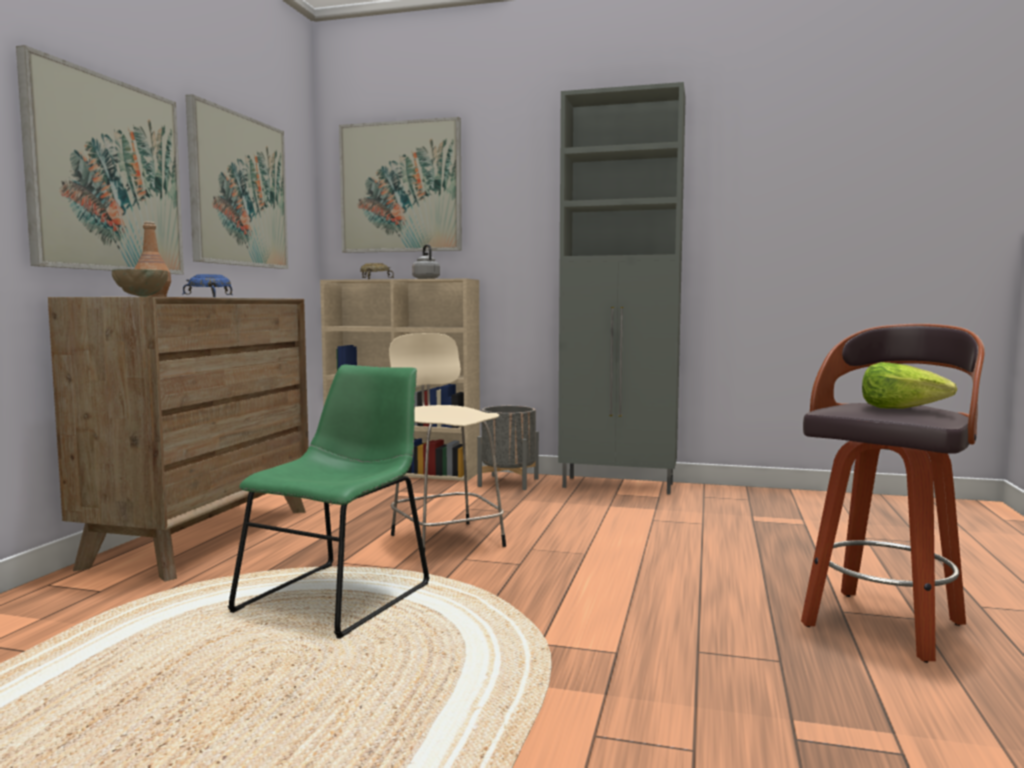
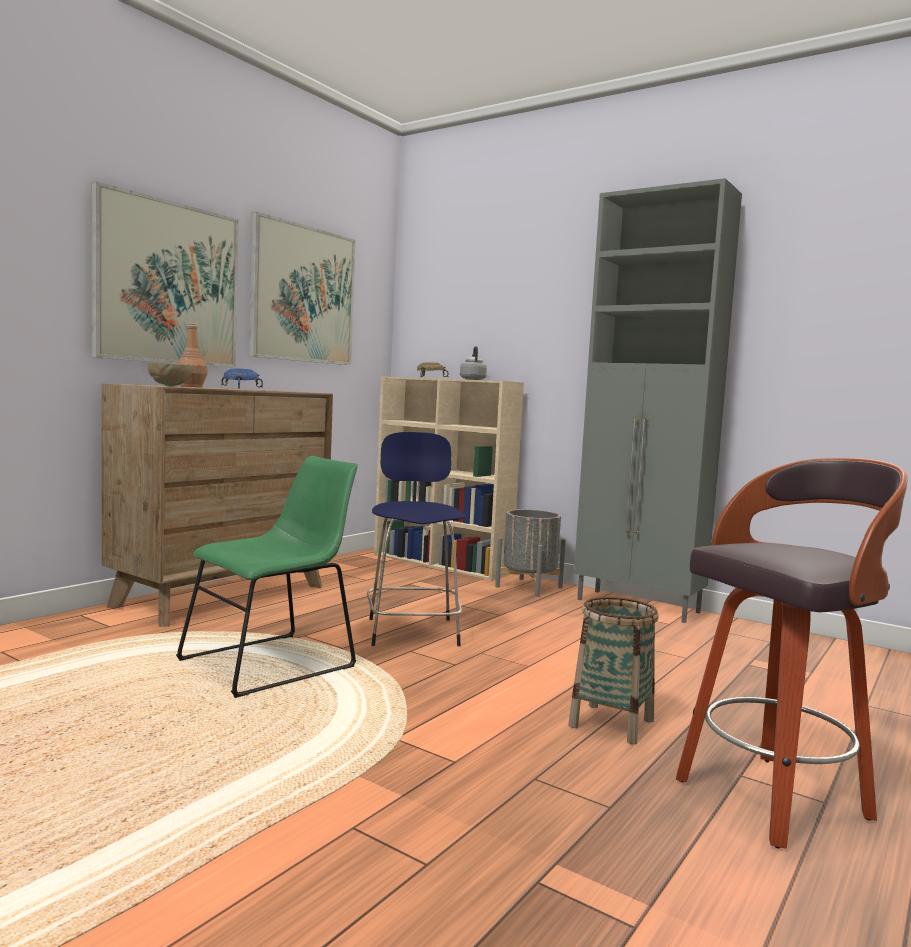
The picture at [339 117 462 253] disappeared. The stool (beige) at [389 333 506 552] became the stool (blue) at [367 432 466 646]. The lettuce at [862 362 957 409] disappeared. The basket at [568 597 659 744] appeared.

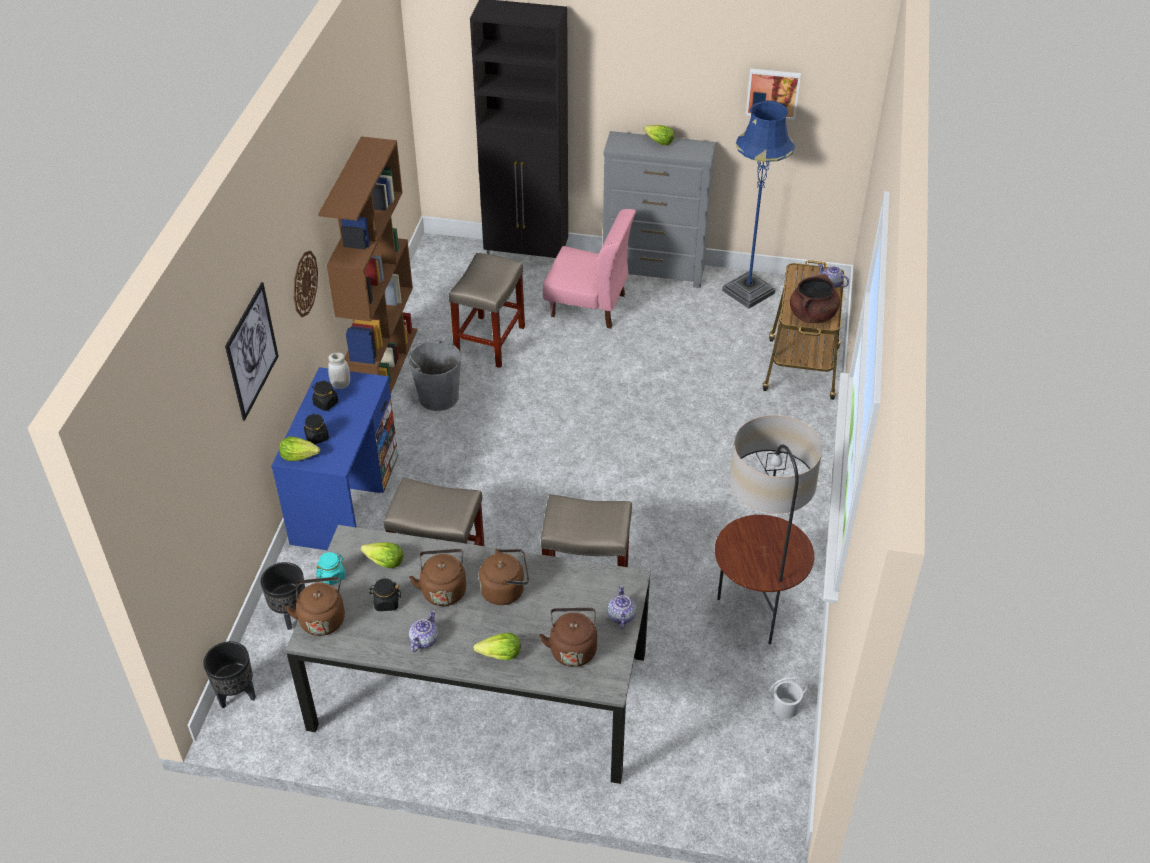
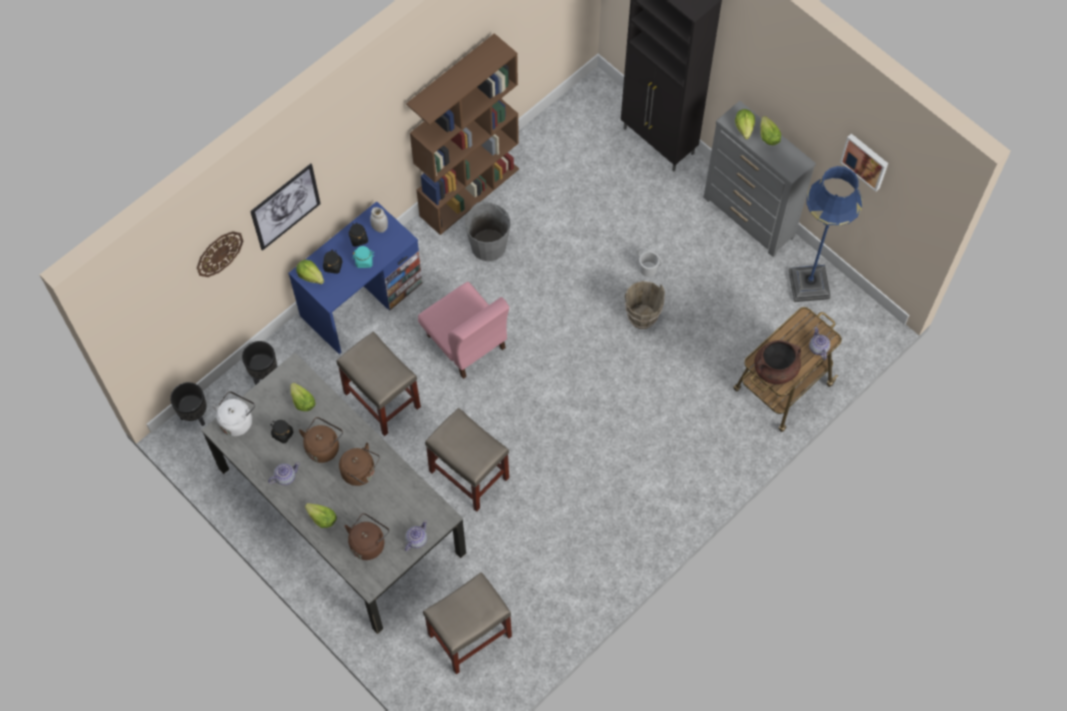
The chair (pink) moved from [543 209 636 329] to [418 281 509 379]. The wall clock moved from [294 251 318 317] to [197 231 243 277]. The stool (beige) moved from [449 253 525 368] to [423 572 512 674]. The floor lamp at [715 415 822 644] disappeared. The jar (turquoise) moved from [316 552 346 586] to [353 246 374 268]. The kettle (brown) at [285 577 345 636] became the kettle (white) at [212 391 255 436]. The bucket (white) moved from [771 677 808 719] to [638 248 662 277]. The lettuce at [735 109 755 139] appeared. The bucket (brown) at [625 281 665 329] appeared.

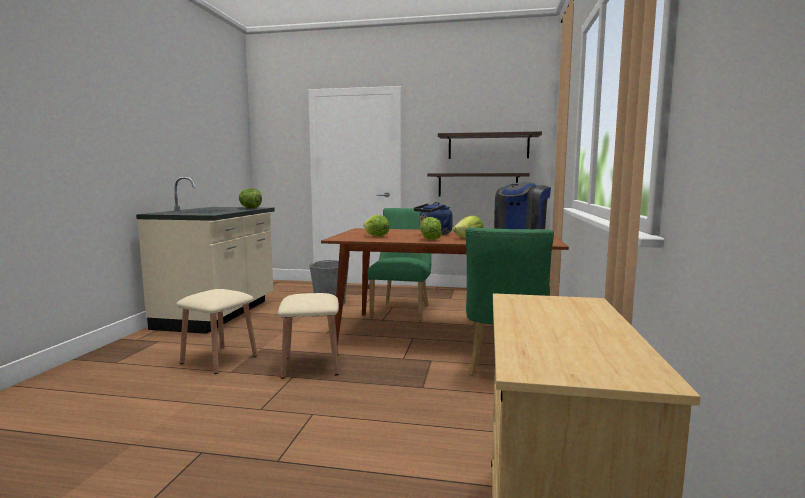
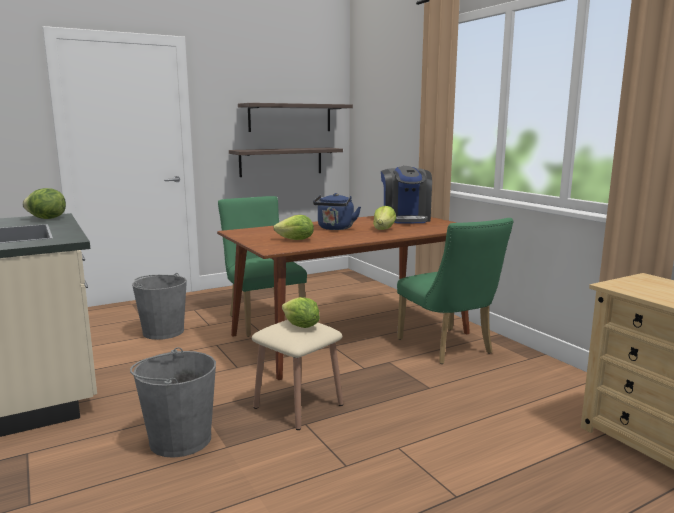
The lettuce moved from [420 217 442 240] to [282 297 320 328]. The stool (beige) at [176 289 258 374] was replaced by the bucket (grey) at [130 347 216 458].

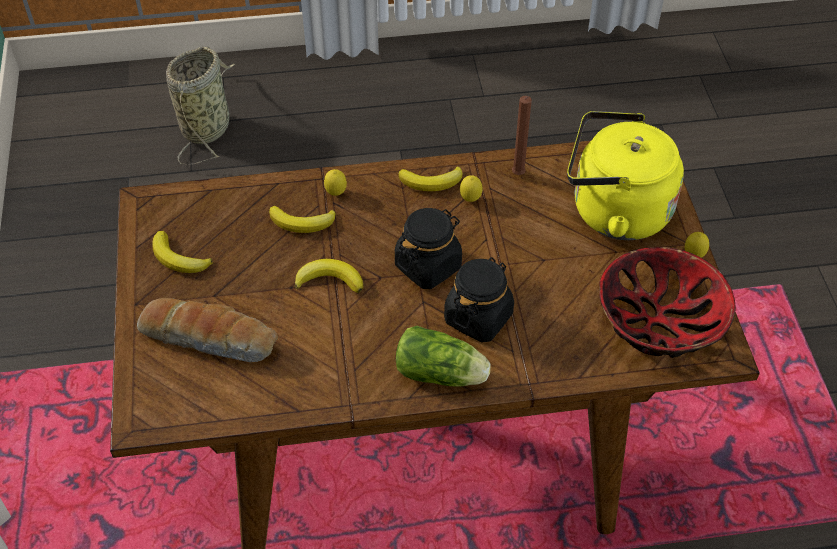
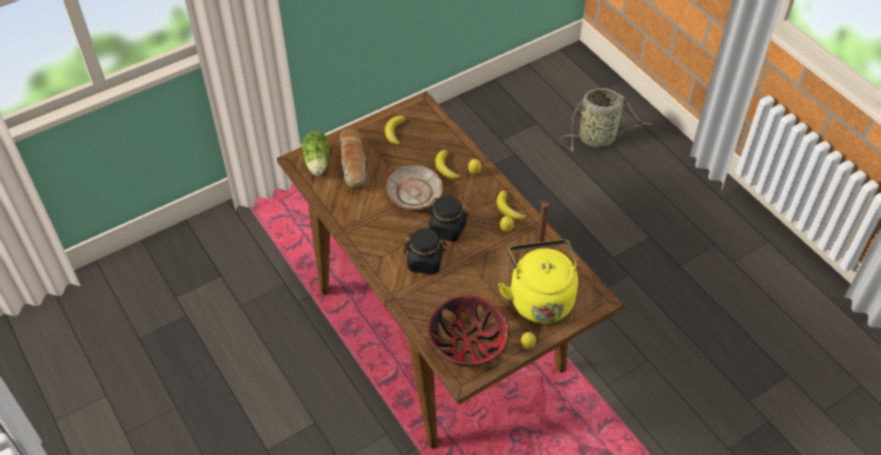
The banana at [295 259 363 293] was replaced by the plate (beige) at [387 165 443 210]. The lettuce moved from [396 326 491 386] to [301 131 329 176].

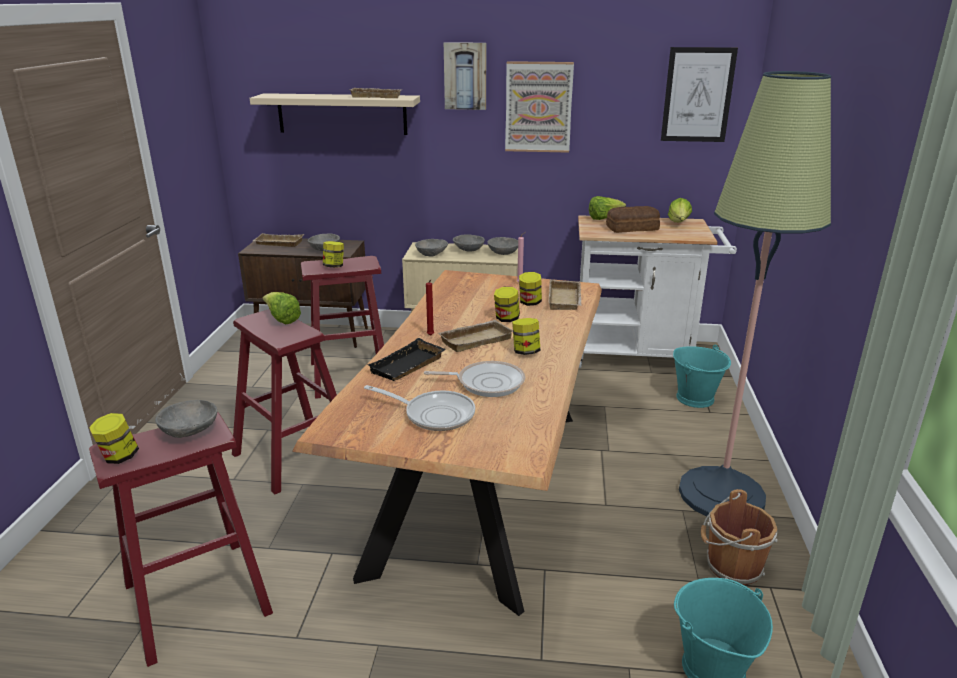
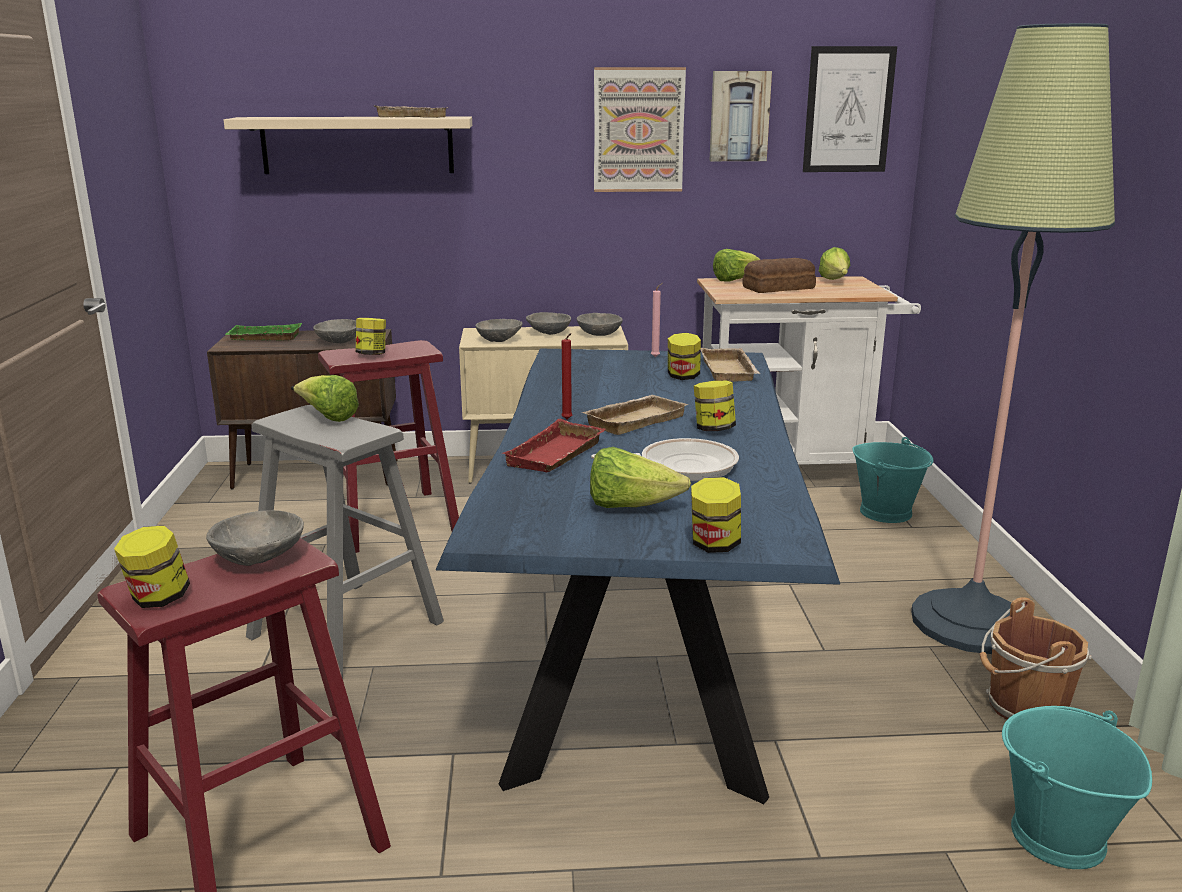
The picture moved from [444 42 486 110] to [710 71 772 161]. The tray (beige) at [253 233 304 247] became the tray (green) at [225 323 302 341]. The dining table (brown) at [292 270 602 616] became the dining table (blue) at [436 349 840 804]. The jar moved from [494 287 520 322] to [691 477 741 553]. The stool (red) at [232 309 337 494] became the stool (grey) at [246 405 444 679]. The tray (black) at [368 338 445 381] became the tray (red) at [501 419 606 472]. The frying pan at [364 385 475 431] was replaced by the lettuce at [590 447 691 508].

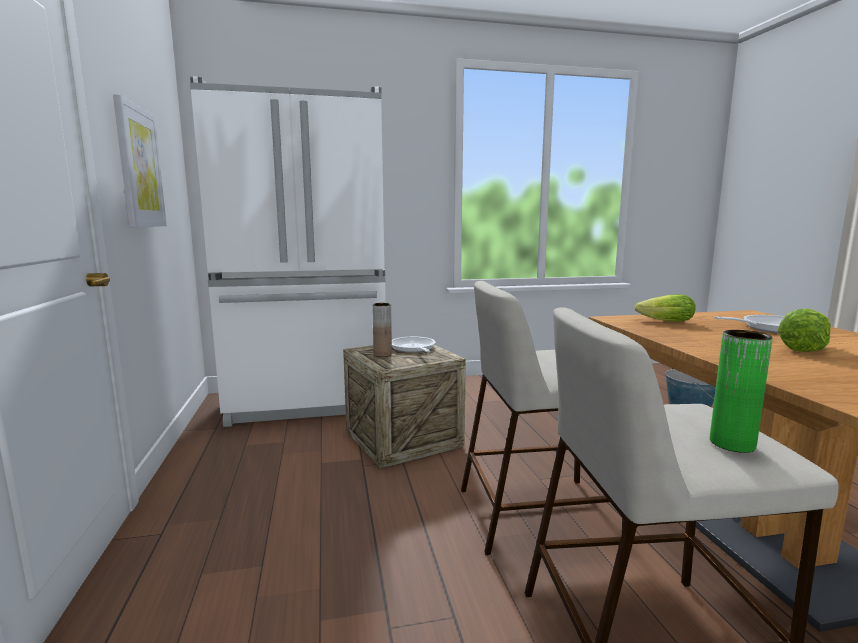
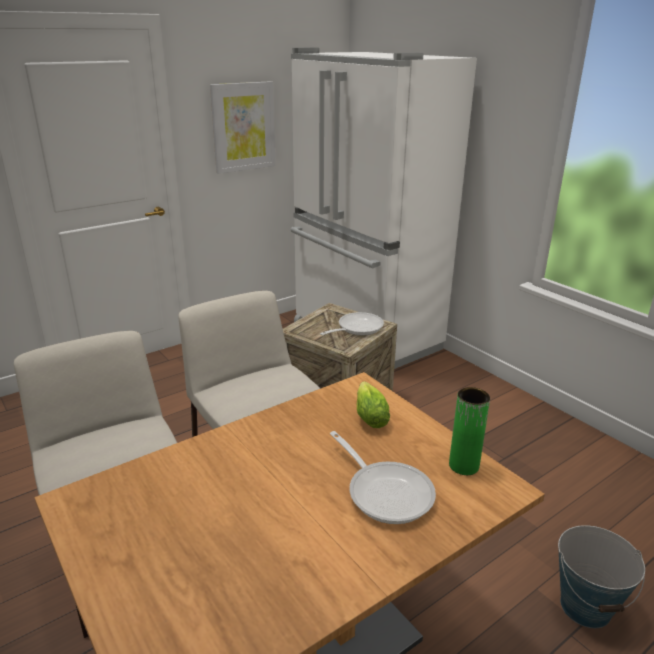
The vase (brown) at [372 303 392 357] disappeared. The lettuce at [778 309 831 352] disappeared. The vase (green) moved from [710 330 773 453] to [449 387 490 475].

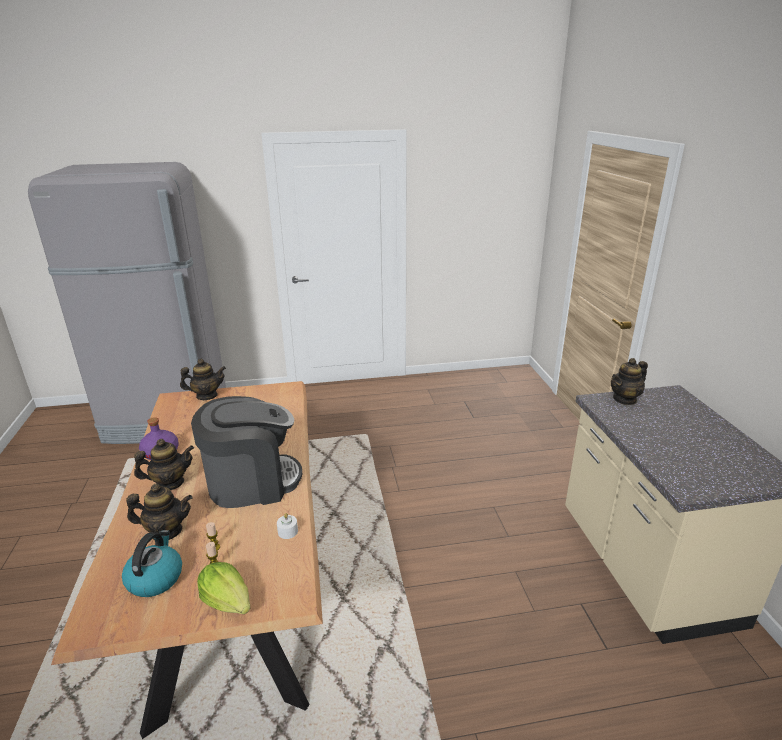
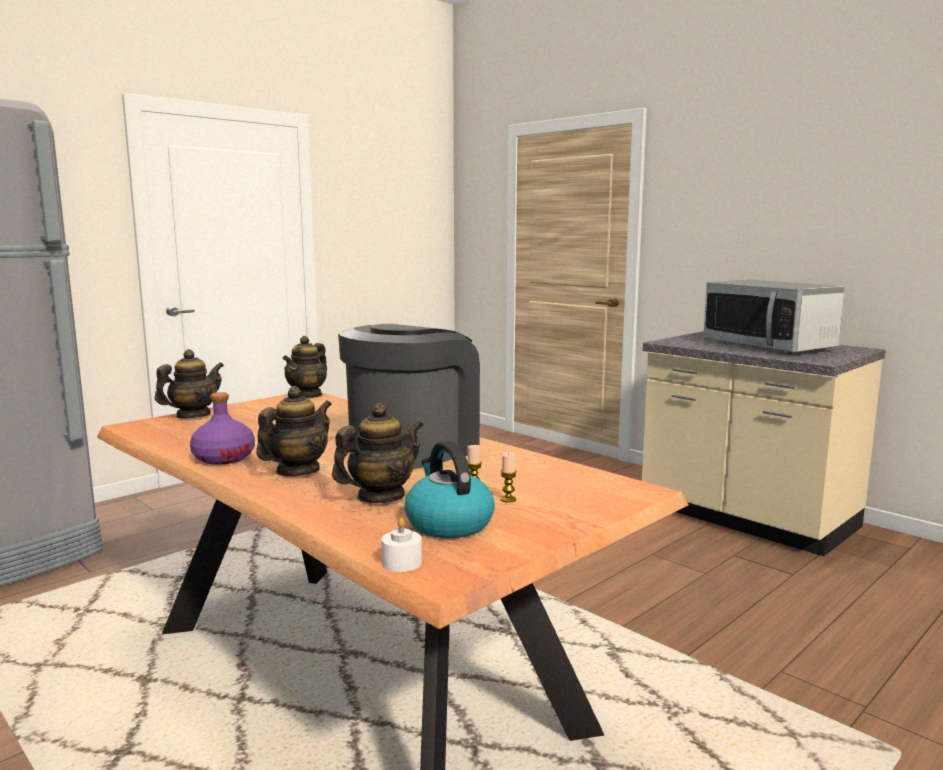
The teapot moved from [611 358 648 405] to [283 336 327 398]. The candle (white) moved from [277 513 298 539] to [381 517 422 572]. The lettuce at [197 562 250 614] disappeared. The microwave at [703 280 845 354] appeared.

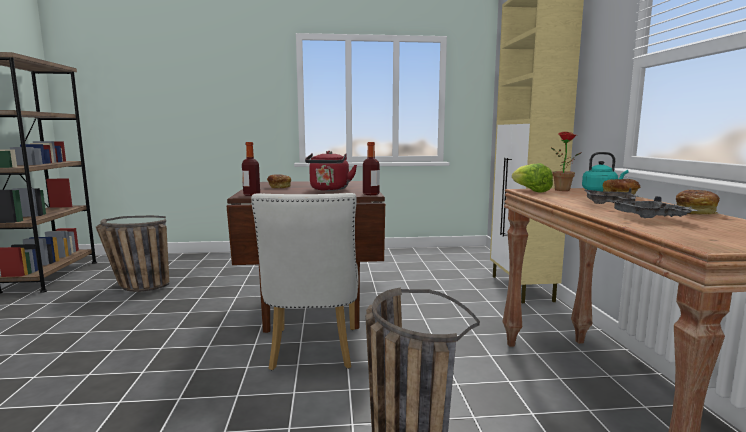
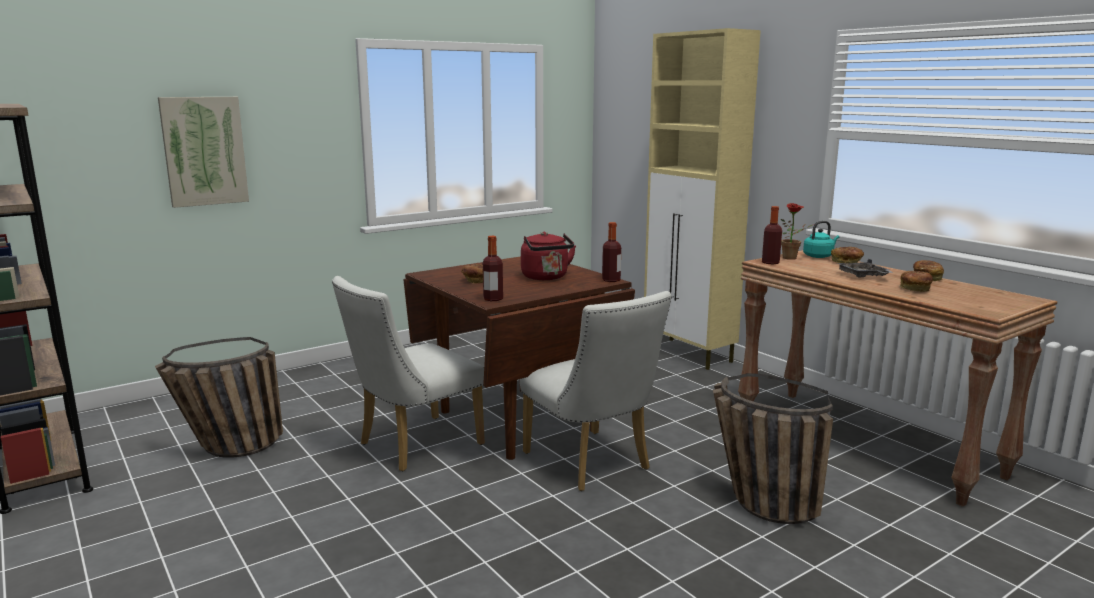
The lettuce at [512 163 553 192] was replaced by the bottle at [762 206 782 264]. The tray (grey) at [613 196 699 218] was replaced by the bread at [899 270 933 292]. The picture at [158 97 249 208] appeared. The chair (white) at [332 276 485 471] appeared.

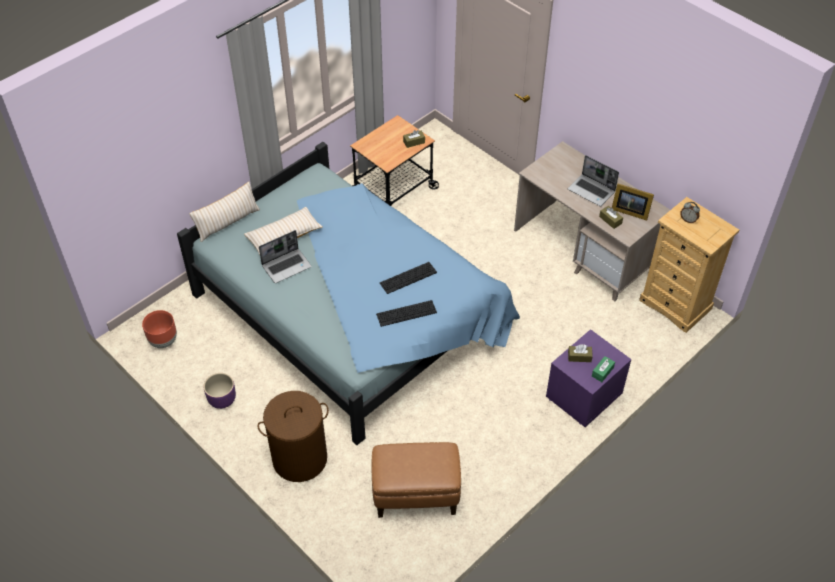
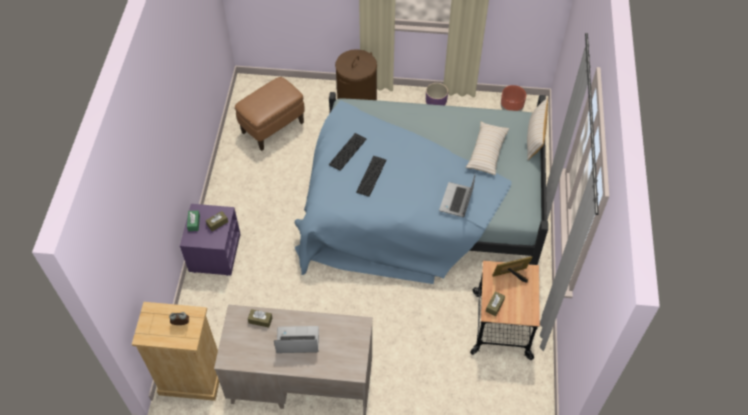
The picture frame moved from [612 184 654 220] to [492 256 532 283]. The laptop moved from [259 230 312 283] to [439 175 475 217].

